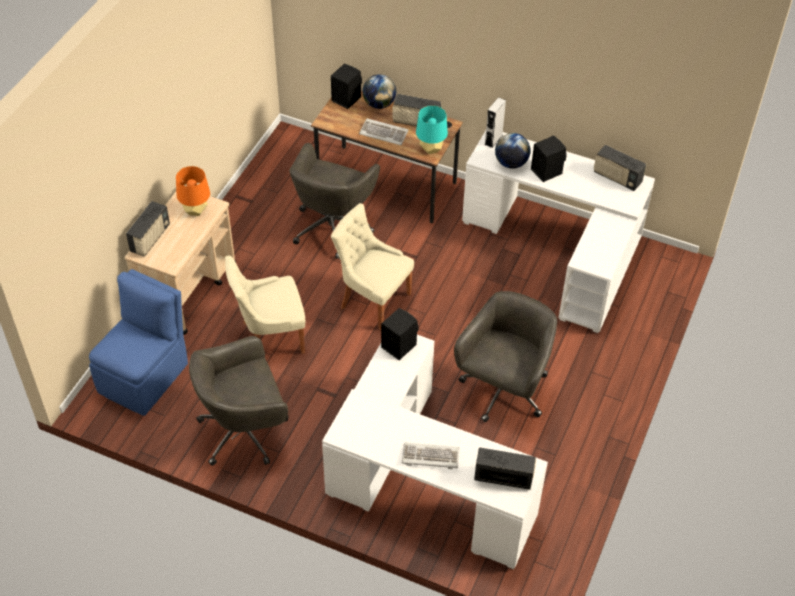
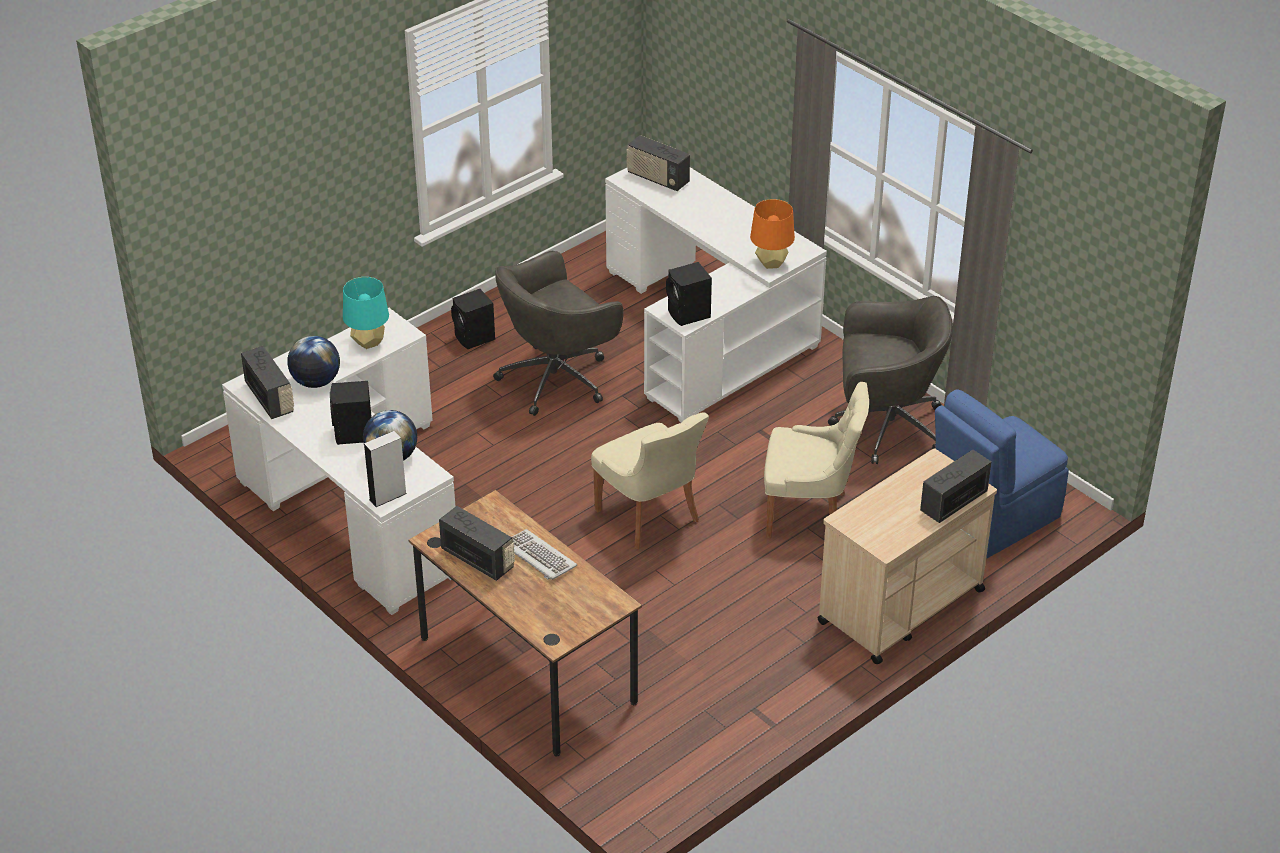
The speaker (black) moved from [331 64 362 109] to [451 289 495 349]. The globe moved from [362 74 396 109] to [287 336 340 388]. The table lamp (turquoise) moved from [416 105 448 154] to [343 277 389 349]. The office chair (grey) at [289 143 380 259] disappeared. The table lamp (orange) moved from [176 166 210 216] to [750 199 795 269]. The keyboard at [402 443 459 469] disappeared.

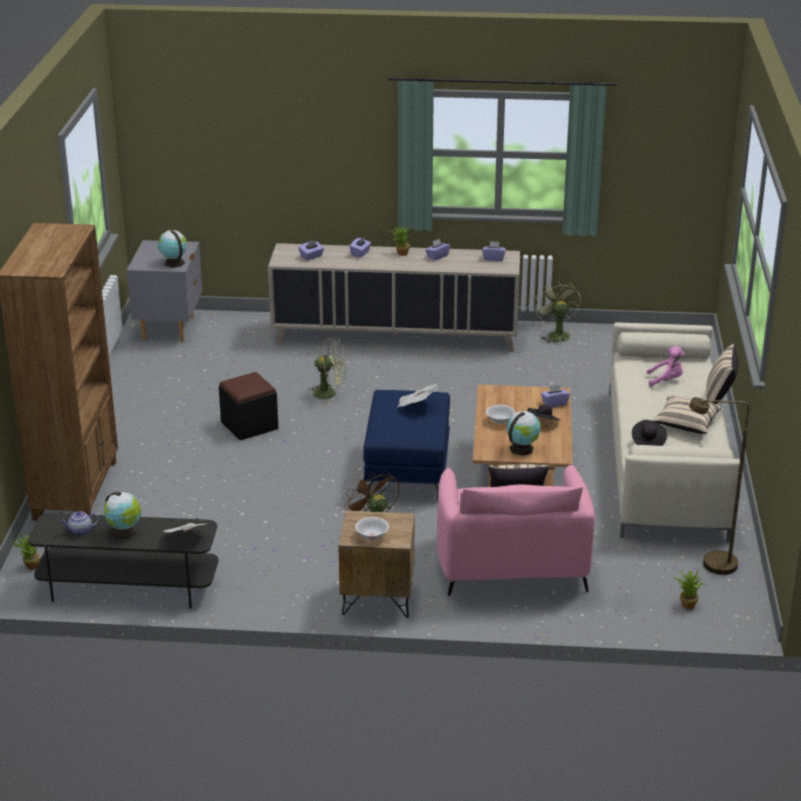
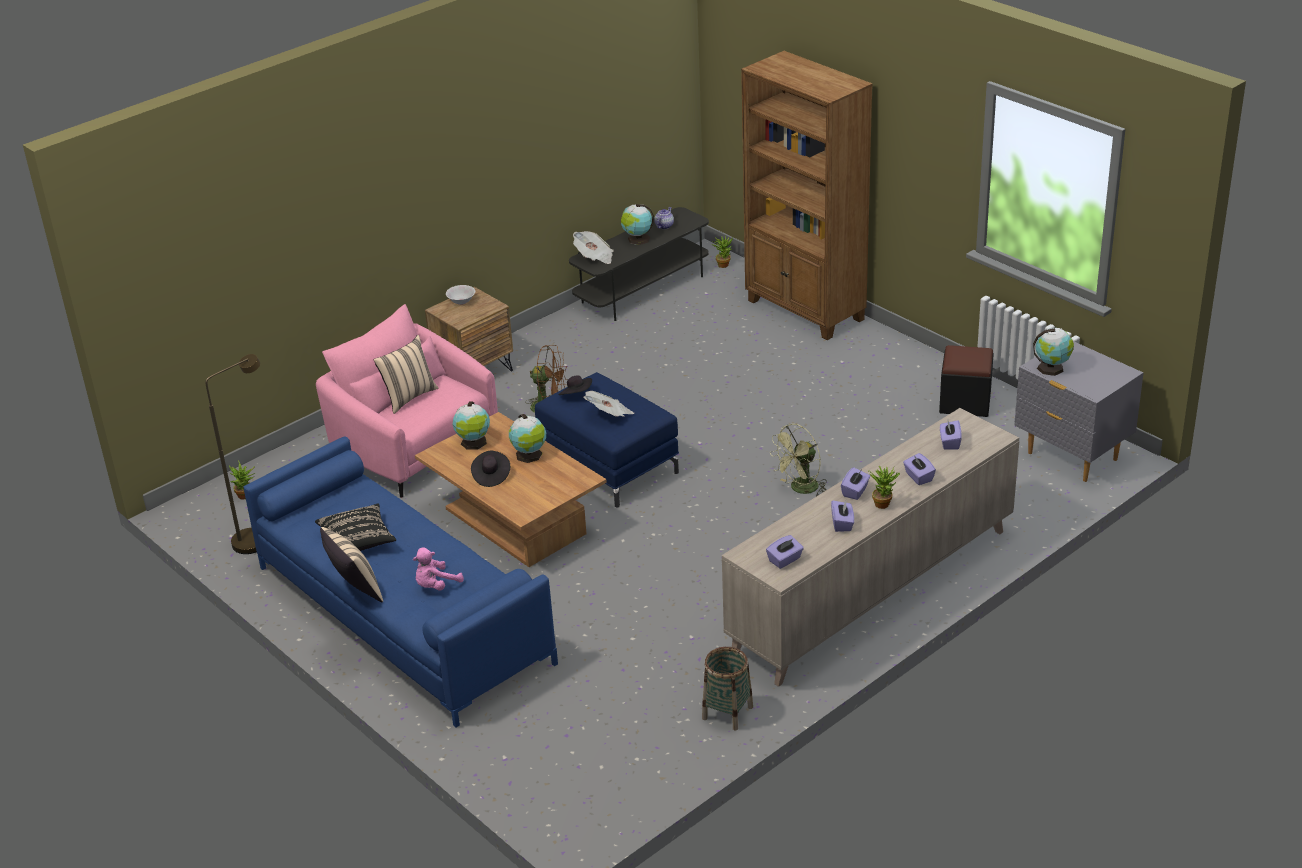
The fan (green) at [534 281 581 345] was replaced by the basket at [702 647 753 730]. The sofa (beige) at [609 322 740 542] became the sofa (blue) at [243 436 558 727]. The ottoman (black) moved from [219 372 278 440] to [939 345 994 417]. The tissue box (purple) moved from [541 385 570 407] to [841 467 870 500]. The pillow (beige) at [652 395 721 434] became the pillow (black) at [315 503 396 551]. The bowl (white) at [486 405 515 424] was replaced by the globe at [509 414 546 463]. The hat (black) moved from [632 420 667 446] to [559 375 592 395].

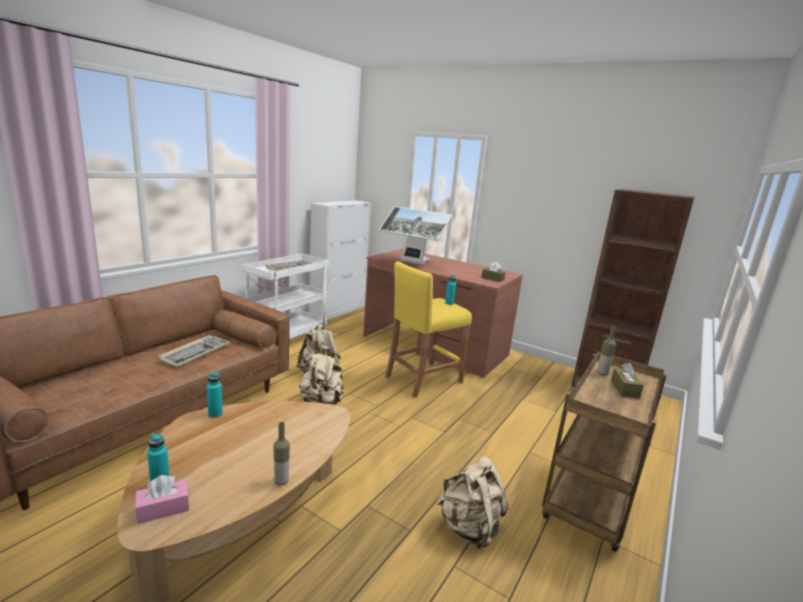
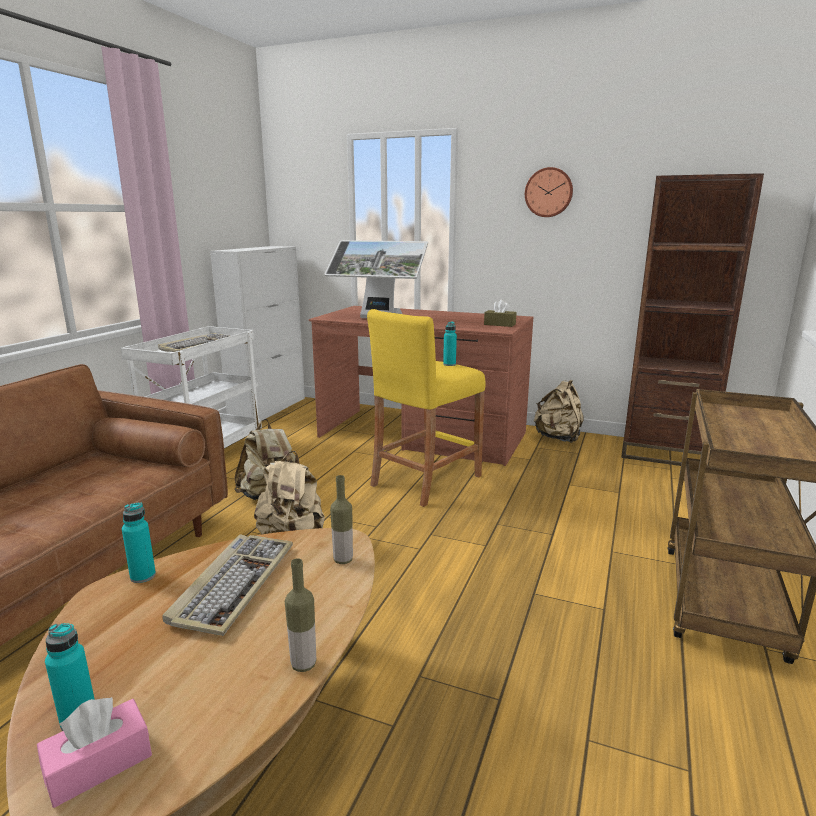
The bottle moved from [597 325 617 375] to [330 475 353 564]. The keyboard moved from [158 335 230 367] to [162 534 293 636]. The tissue box (brown) at [611 363 644 399] disappeared. The backpack (beige) moved from [436 457 508 549] to [534 380 584 443]. The wall clock at [525 167 573 217] appeared.

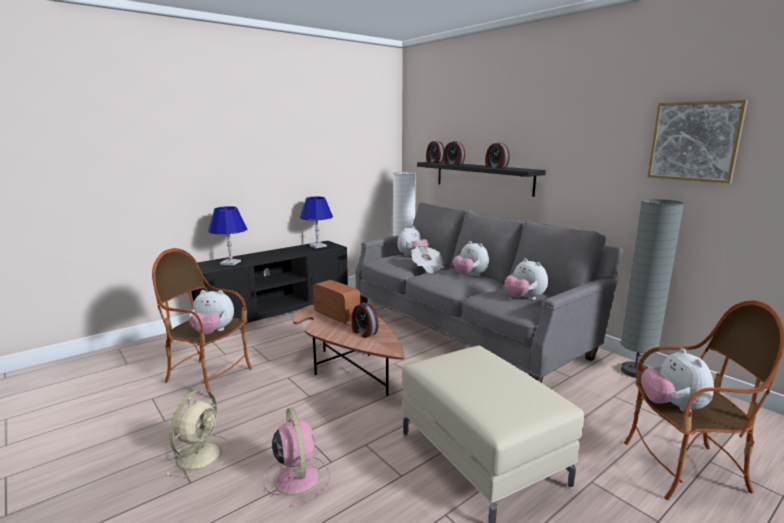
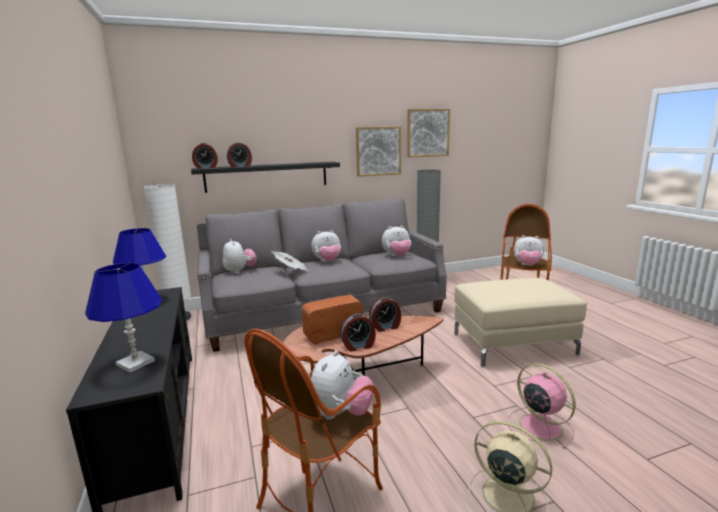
The alarm clock moved from [485 142 510 168] to [340 313 376 352]. The fan (pink) at [262 408 330 507] turned 60 degrees clockwise. The picture at [356 126 401 177] appeared.

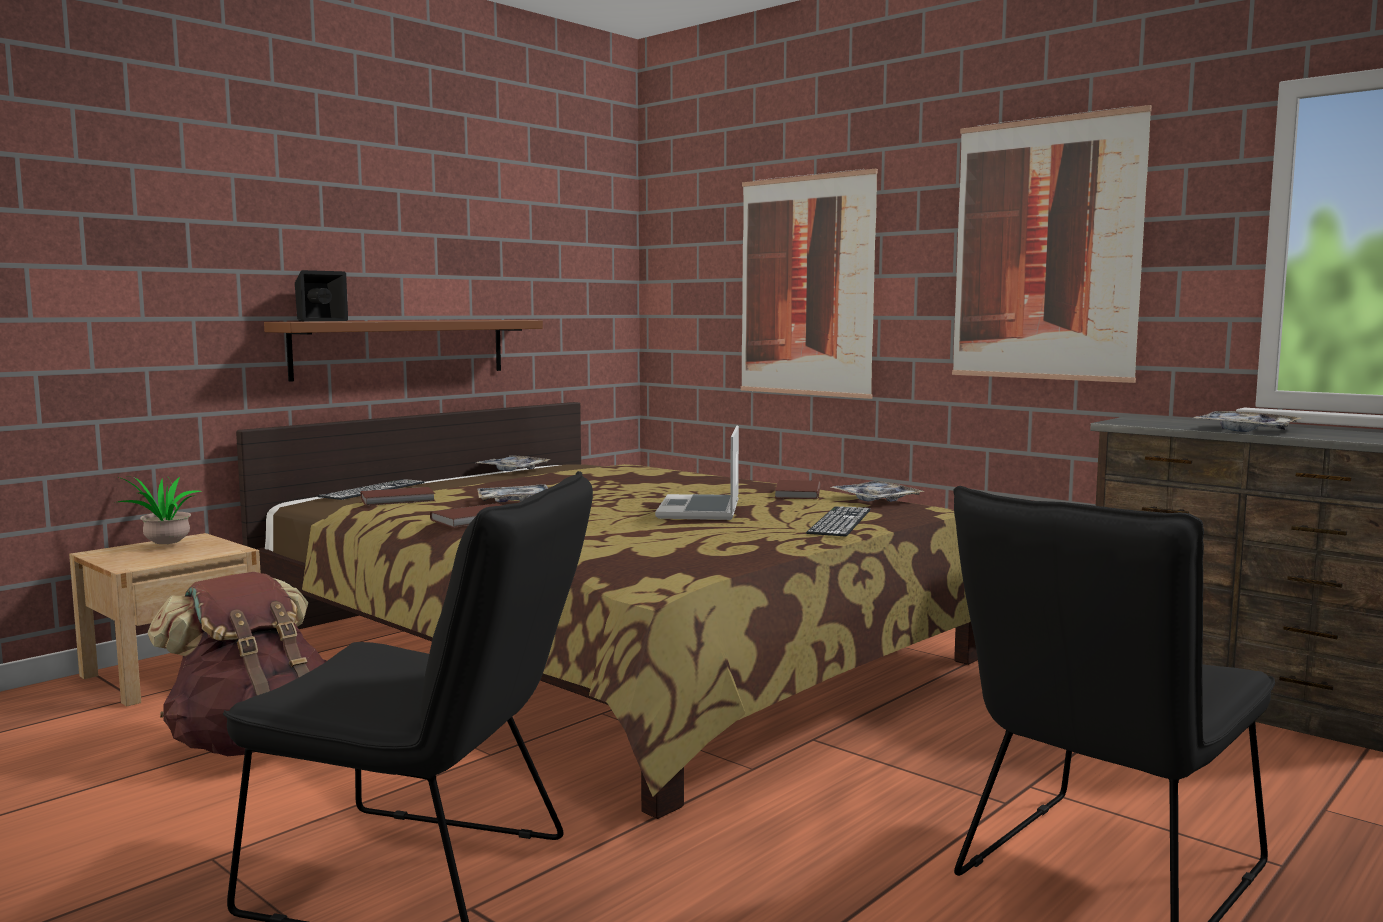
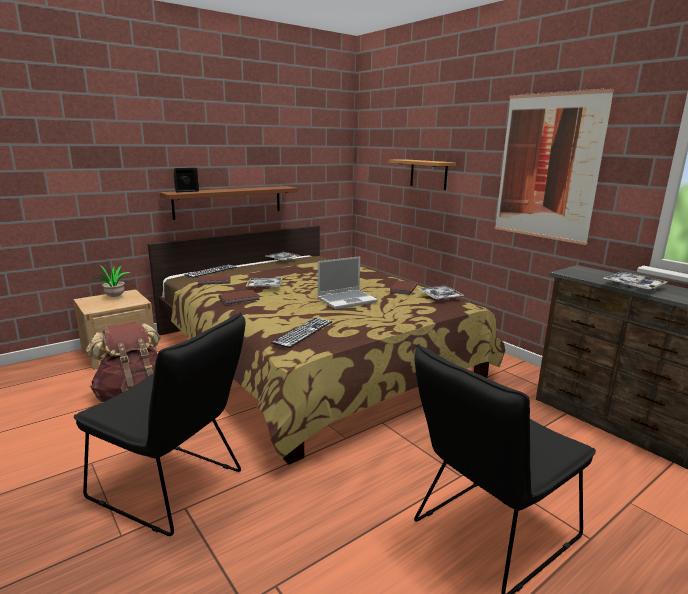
The picture at [741 169 878 399] was replaced by the shelf at [389 159 456 190]. The laptop at [655 426 739 520] turned 135 degrees counterclockwise. The keyboard moved from [806 507 871 537] to [271 318 332 348].

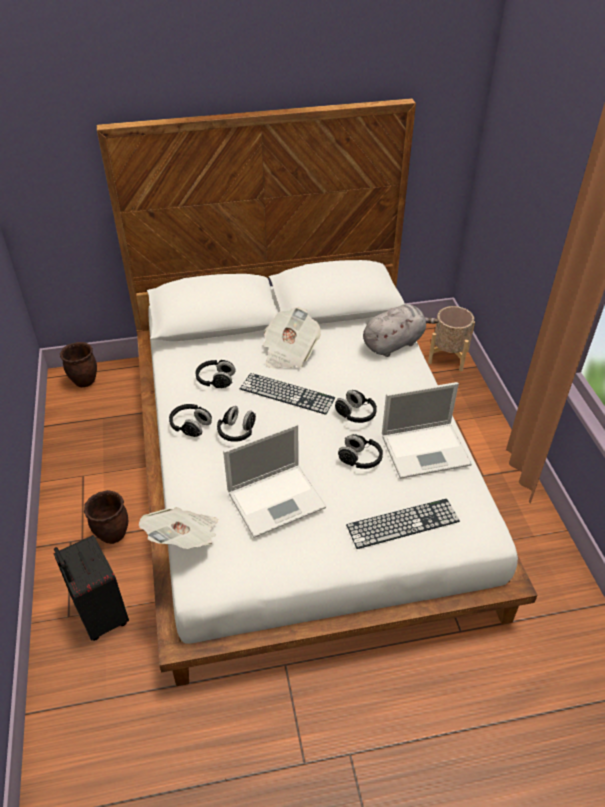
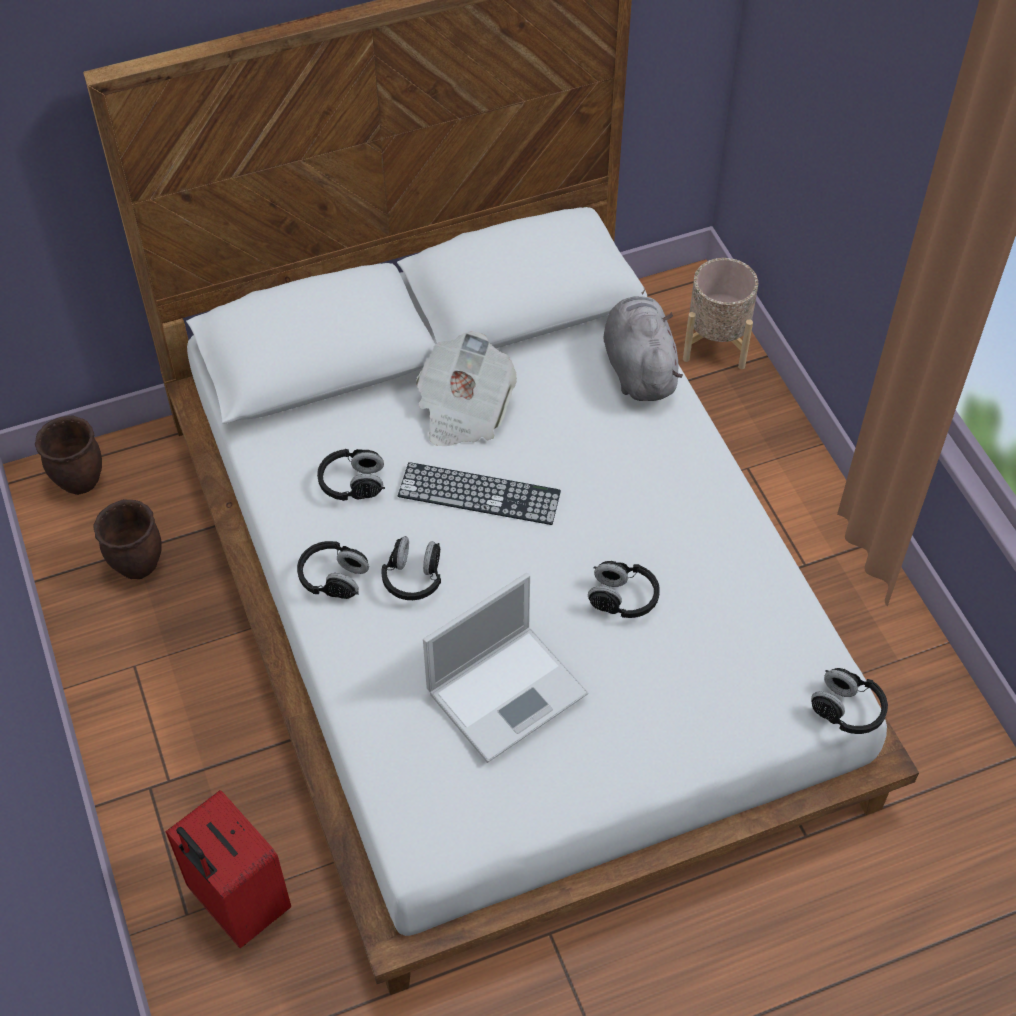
The plush toy (grey) at [363 304 439 357] turned 60 degrees counterclockwise. The laptop at [382 382 472 479] disappeared. The headphones (black) moved from [335 390 377 423] to [811 668 888 734]. The planter (brown) moved from [84 490 128 544] to [93 499 162 579]. The keyboard at [346 499 460 549] disappeared. The newspaper at [139 507 218 549] disappeared. The suitcase (black) at [53 535 129 641] became the suitcase (red) at [166 790 291 948].

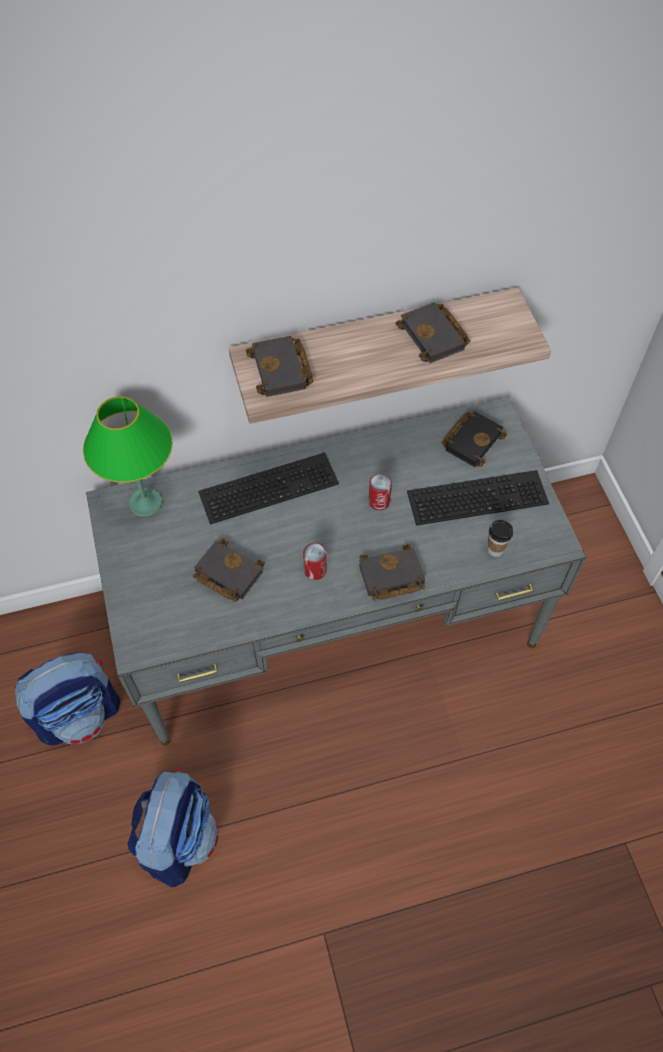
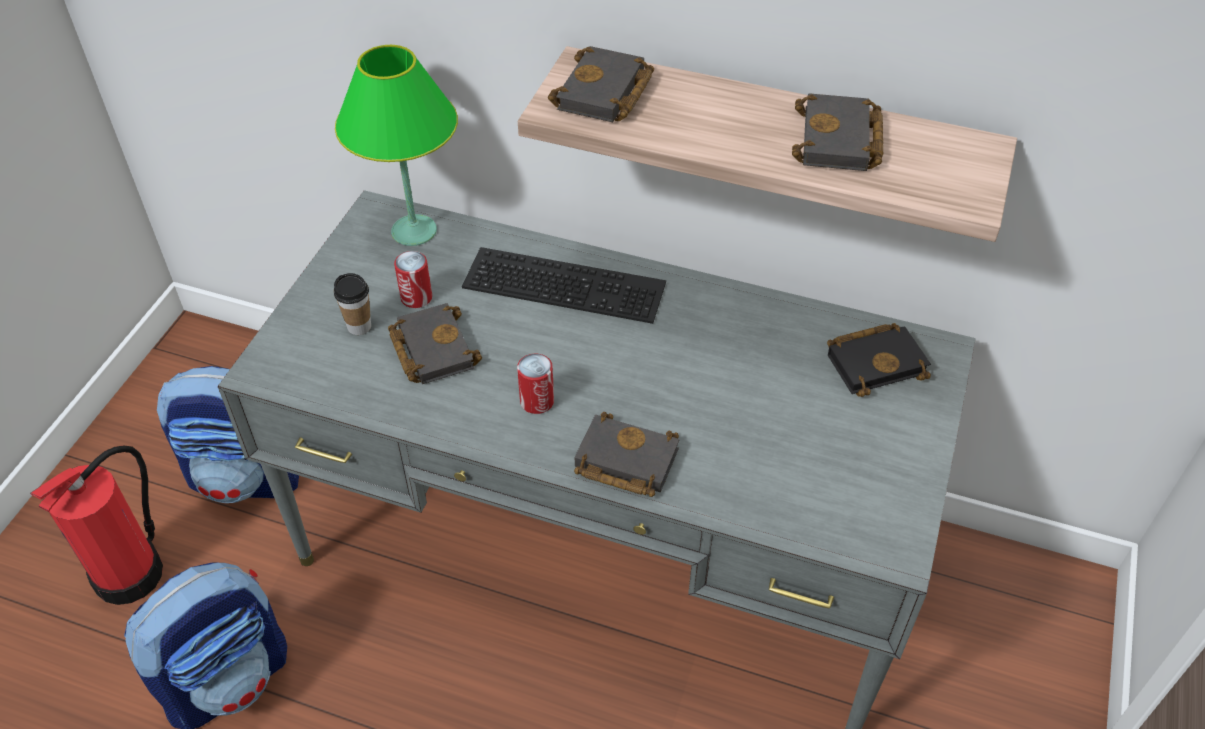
The keyboard at [407 470 549 526] disappeared. The can moved from [368 474 392 510] to [394 251 432 308]. The cup moved from [487 520 513 557] to [334 273 371 335]. The fire extinguisher at [30 445 163 605] appeared.

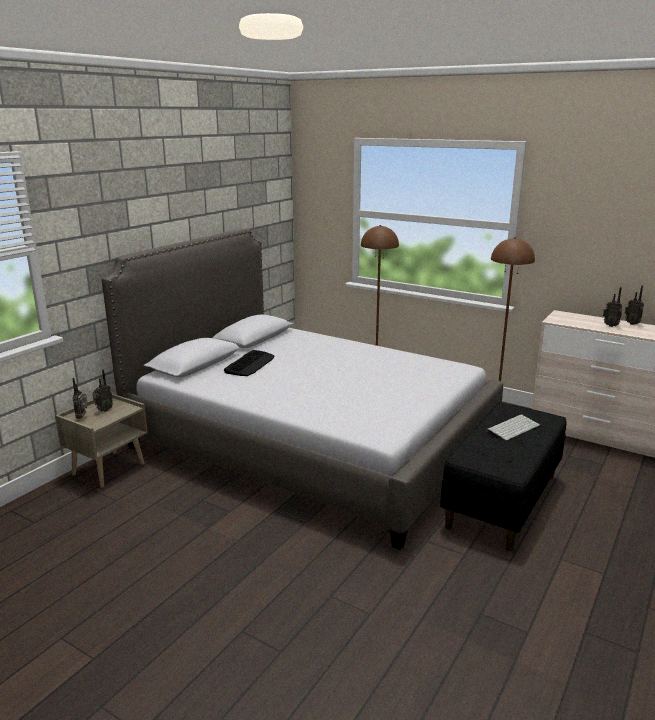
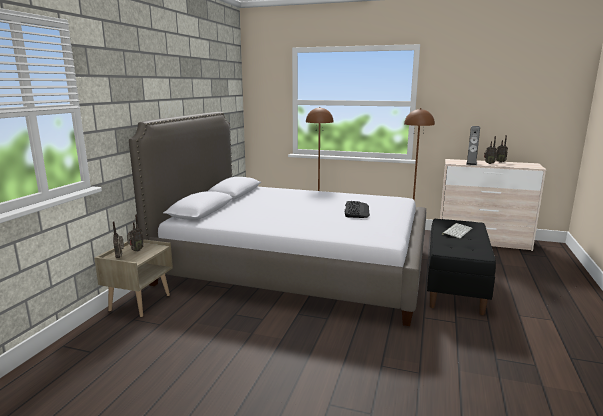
The keyboard moved from [224 350 275 376] to [345 201 370 218]. The speaker at [466 126 480 165] appeared.

